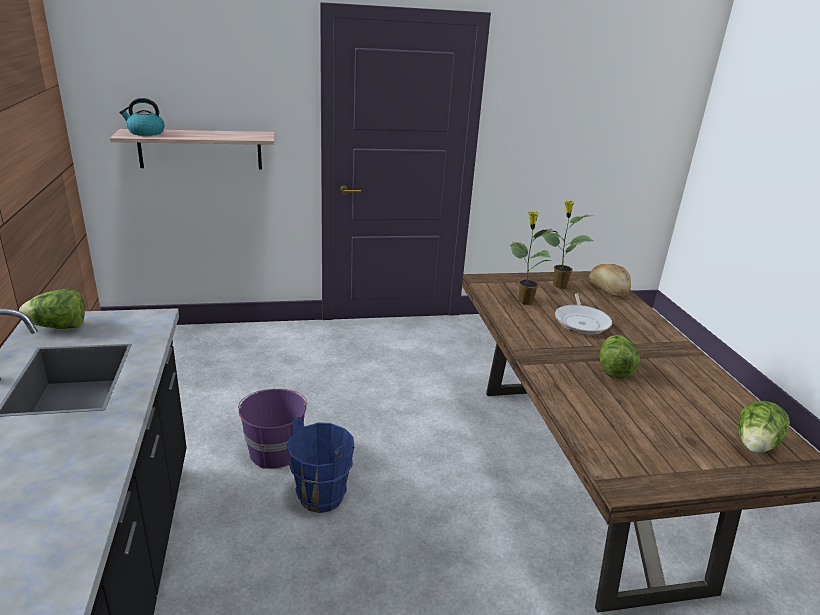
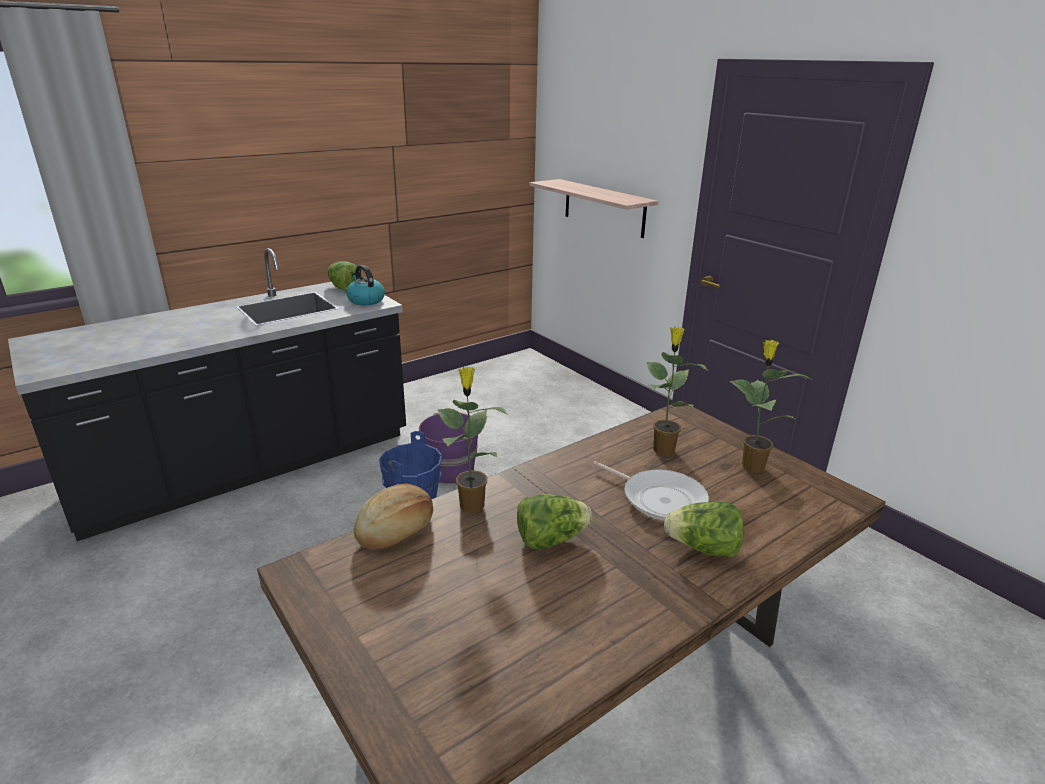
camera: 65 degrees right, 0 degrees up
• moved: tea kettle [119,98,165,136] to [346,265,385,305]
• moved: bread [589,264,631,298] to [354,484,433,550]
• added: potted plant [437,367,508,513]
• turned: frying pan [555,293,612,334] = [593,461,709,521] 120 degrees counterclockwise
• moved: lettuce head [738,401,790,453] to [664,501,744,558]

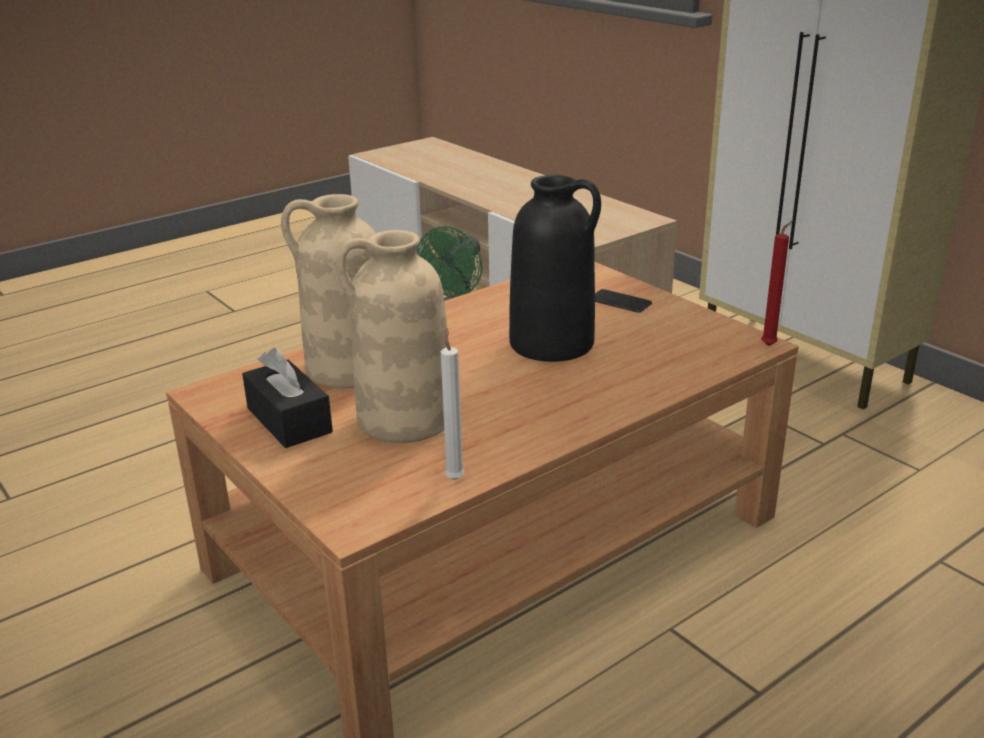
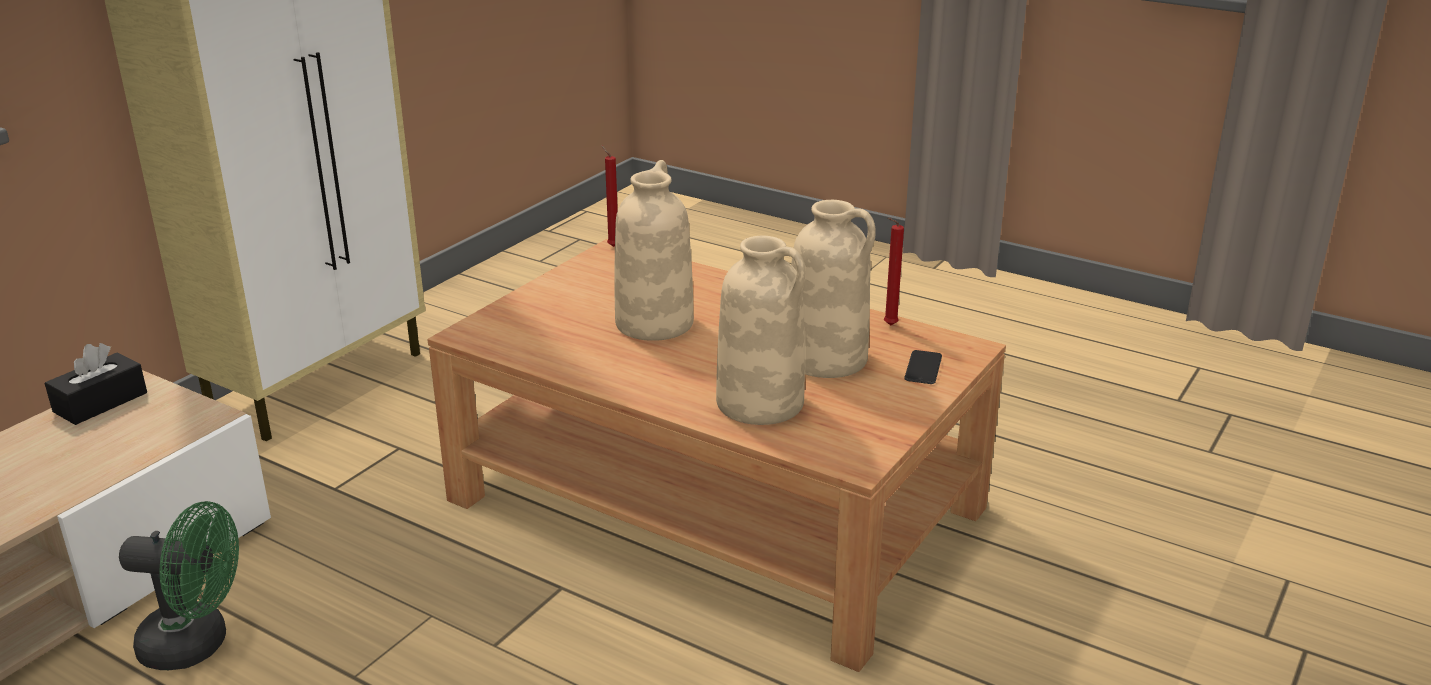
camera: 110 degrees left, 0 degrees up
• moved: black-coloured tissue holder [242,348,333,448] to [45,343,147,425]
• recoloured: black-coloured decorative vase [509,175,601,362] to beige-coloured decorative vase [614,160,694,341]
• recoloured: whitish candle [441,328,465,480] to red candle [884,218,904,325]
• moved: telephone [595,289,652,313] to [904,350,942,384]

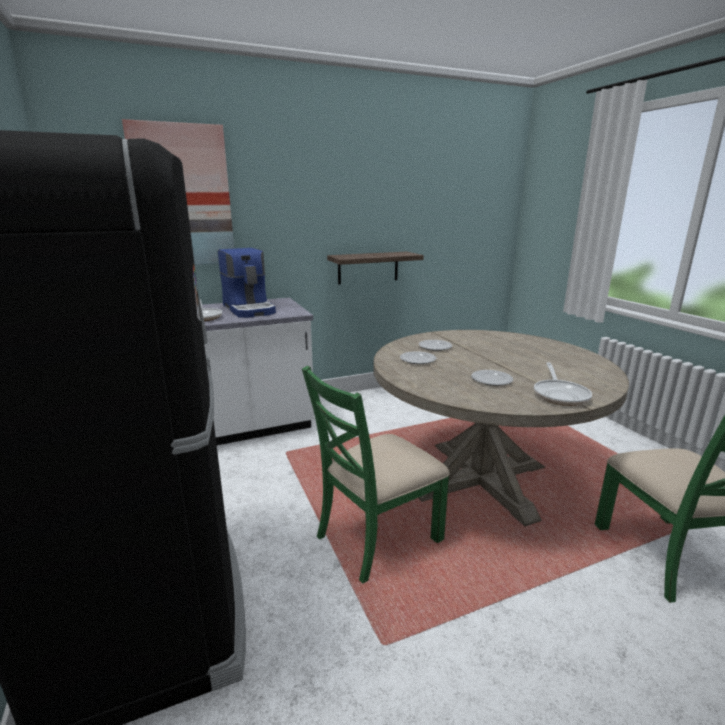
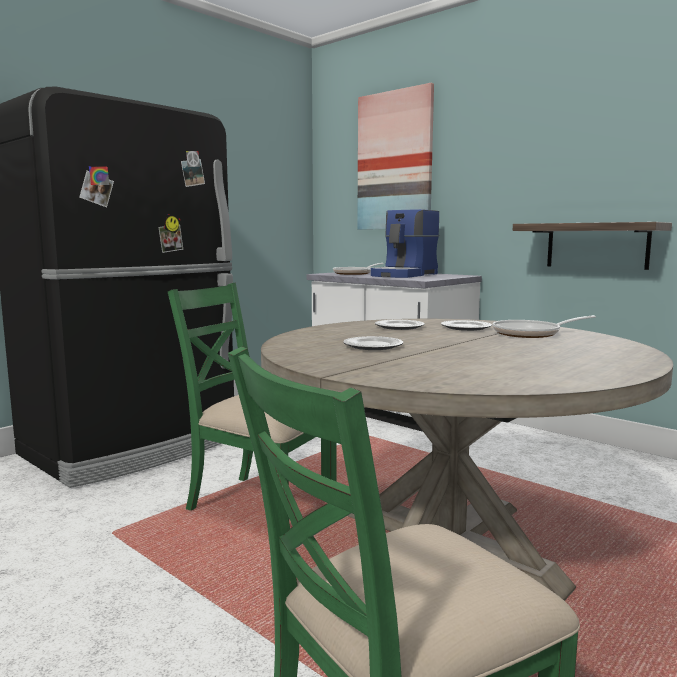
camera: 65 degrees right, 10 degrees down
• moved: frying pan [534,362,592,406] to [492,315,596,338]

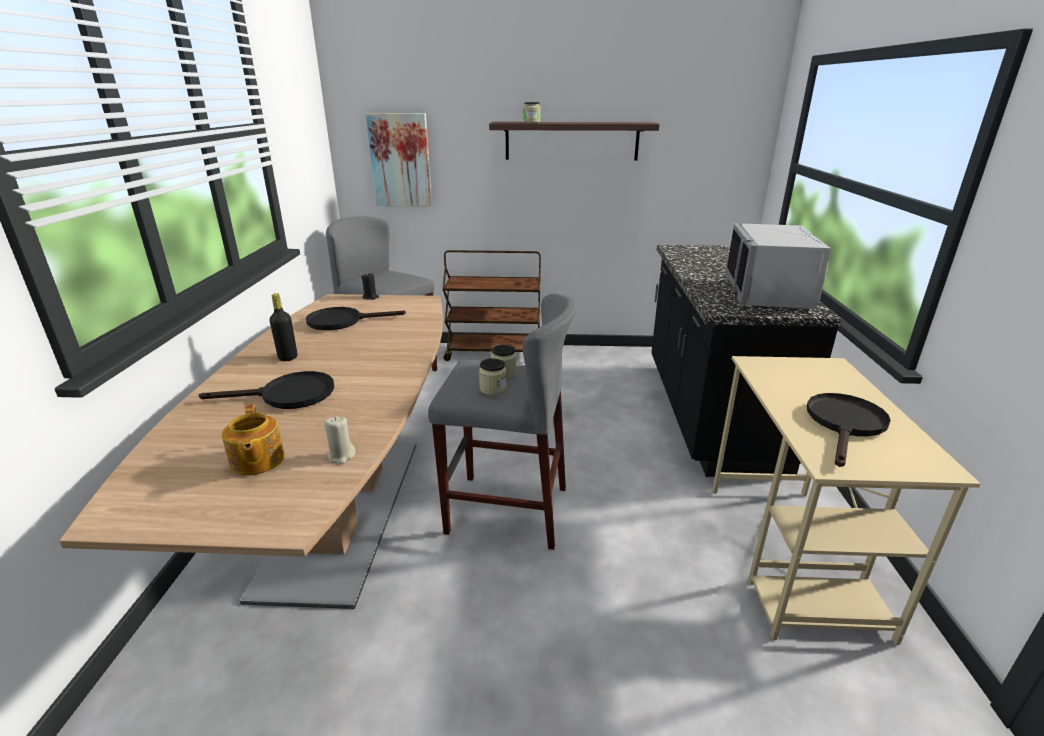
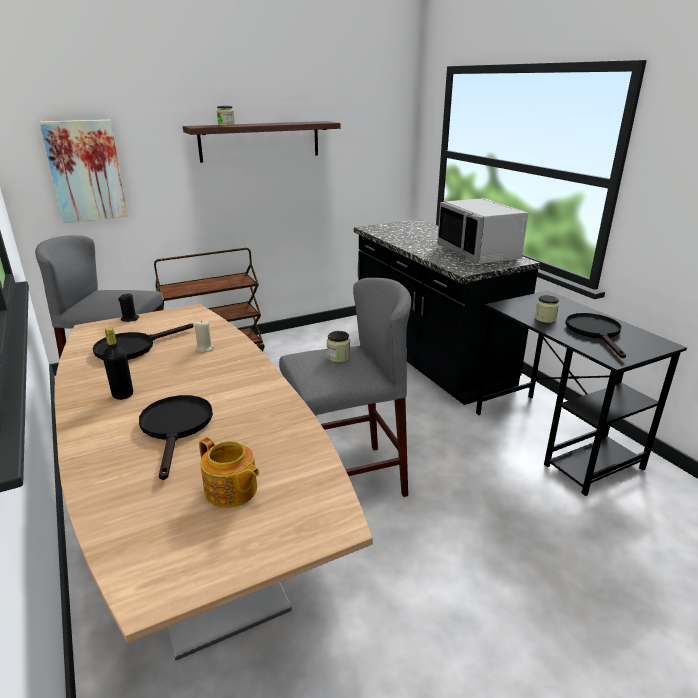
camera: 30 degrees left, 0 degrees up
• turned: black-coloured frying pan [199,371,334,409] = [139,395,213,480] 60 degrees counterclockwise
• moved: beige-coloured candle [324,417,356,464] to [194,320,214,352]
• recoloured: beige-coloured desk unit [712,356,981,645] to black-coloured desk unit [476,291,687,496]
• moved: storage jar [479,358,507,395] to [535,295,559,323]

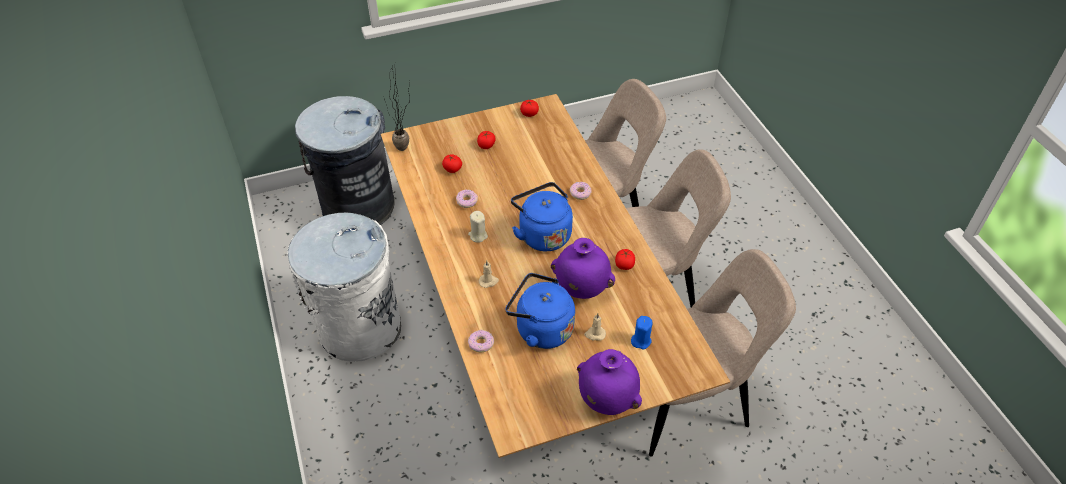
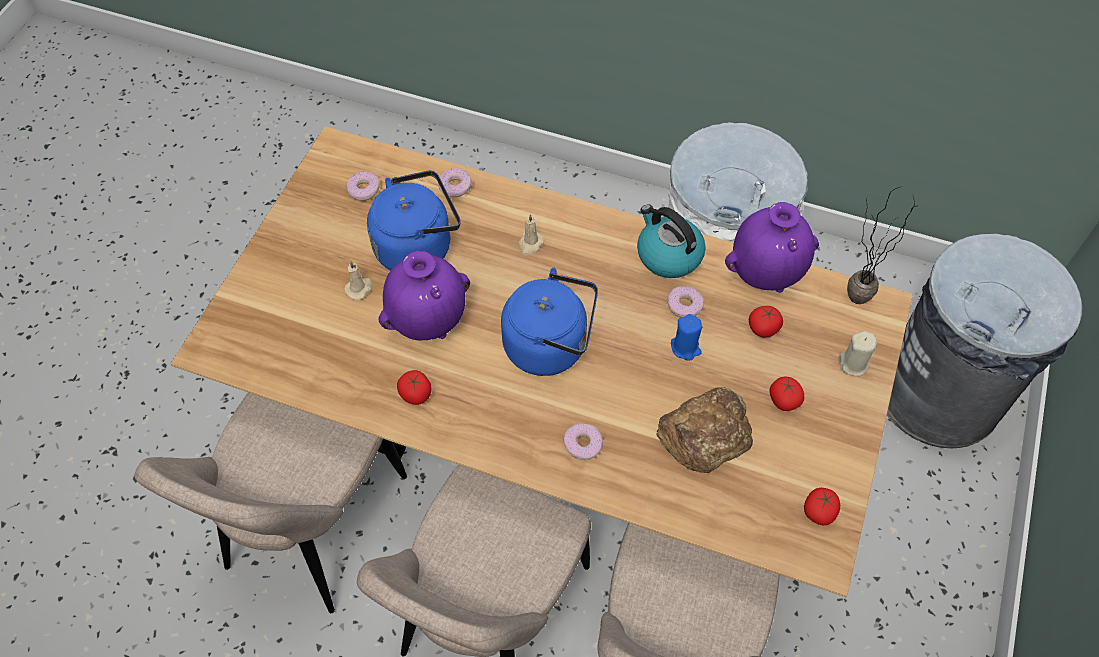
camera: 130 degrees right, 10 degrees up
• added: ring doughnut [346,172,380,201]
• added: tea kettle [637,204,706,278]
• added: bread [657,387,753,473]
• moved: blue candle [631,316,652,349] to [671,314,702,361]
• moved: purplish decorative vase [577,349,642,415] to [725,202,819,293]
• moved: beige-coloured candle [468,211,488,243] to [838,331,877,376]

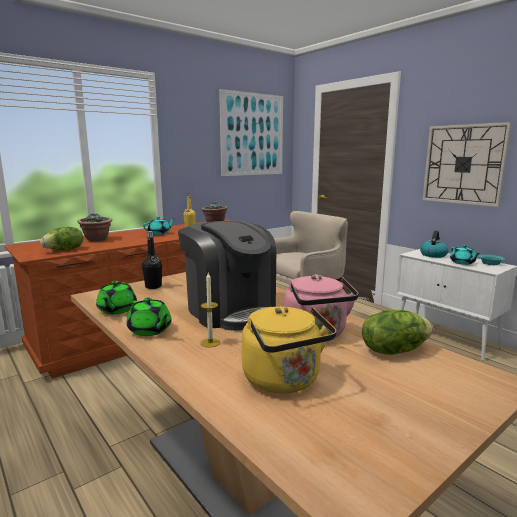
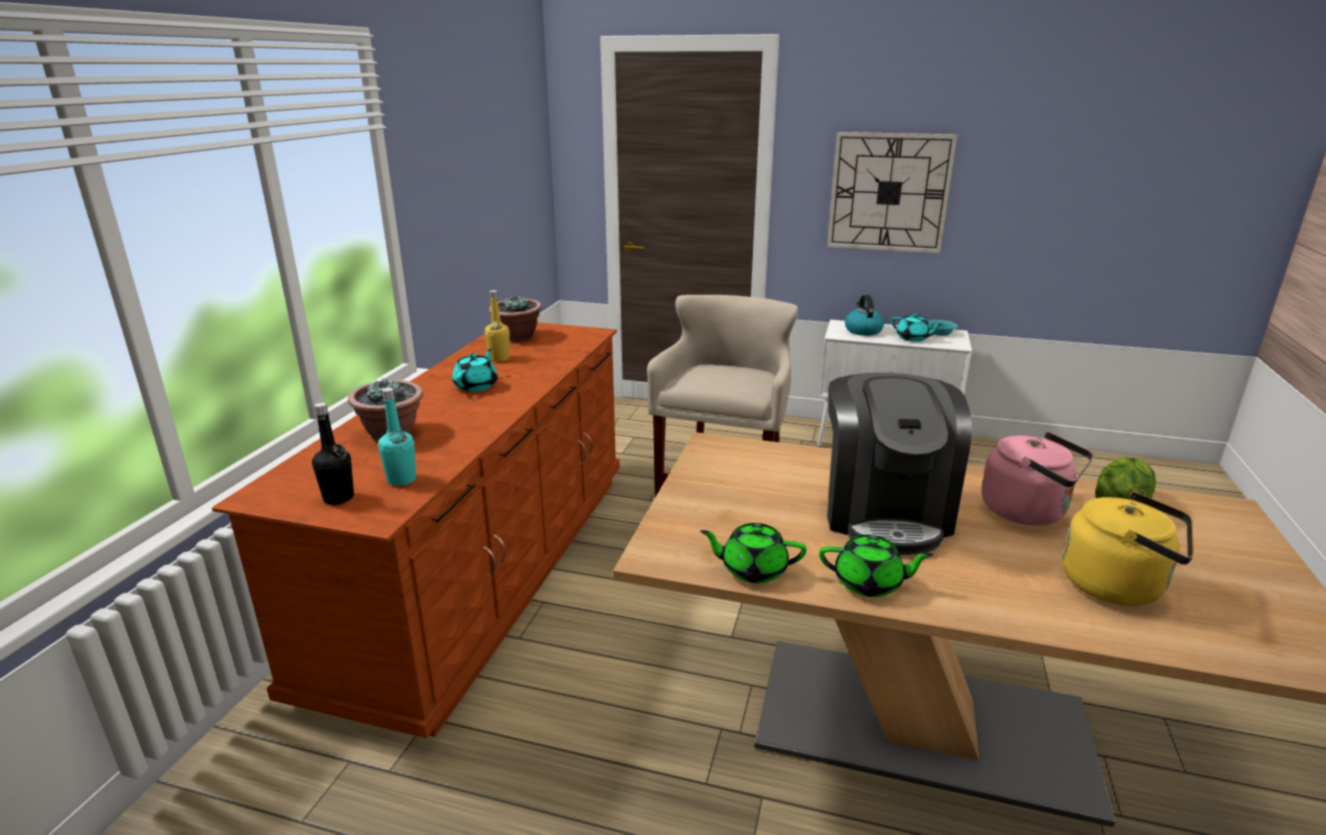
camera: 35 degrees left, 10 degrees up
• moved: black-coloured bottle [142,231,162,289] to [312,402,354,505]
• replaced: lettuce head [40,227,83,250] to turquoise bottle [378,388,416,486]
• turned: green pot for tea [96,281,137,314] = [700,523,807,583] 135 degrees clockwise
• turned: coffee machine [178,221,276,331] = [827,373,972,555] 75 degrees clockwise
• removed: candle [201,273,220,347]
• removed: picture [219,89,283,176]

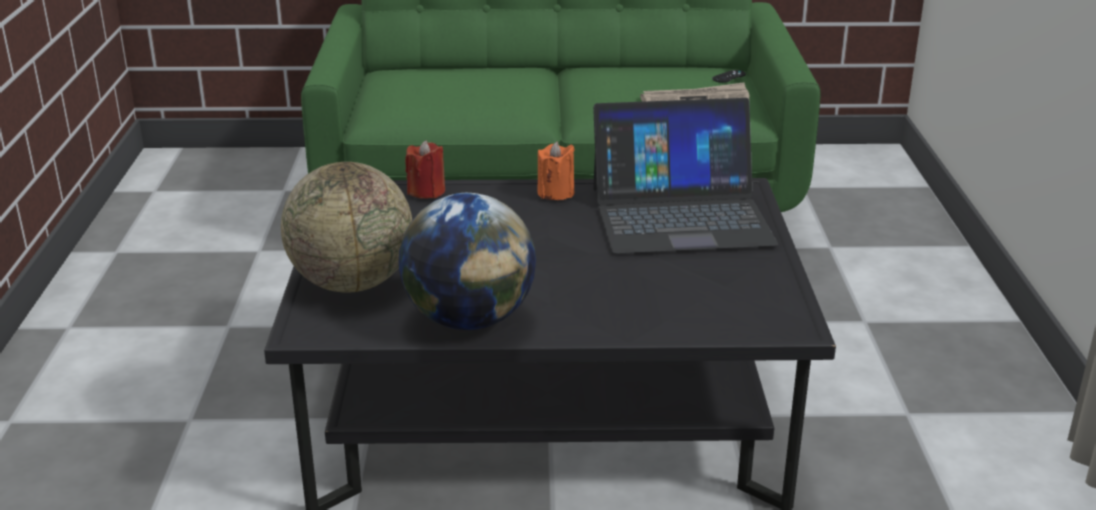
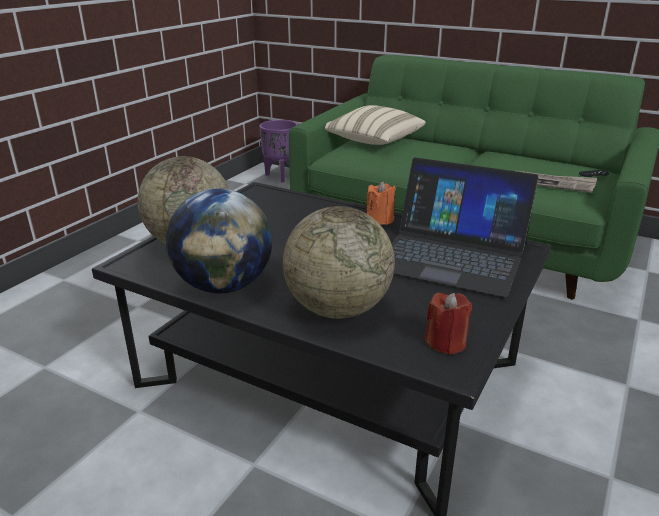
camera: 30 degrees right, 0 degrees up
• added: purplish plant pot [259,120,298,182]
• added: desk globe [283,206,395,319]
• added: beige-coloured cushion [325,105,426,145]
• moved: red candle [405,140,445,199] to [425,293,472,355]

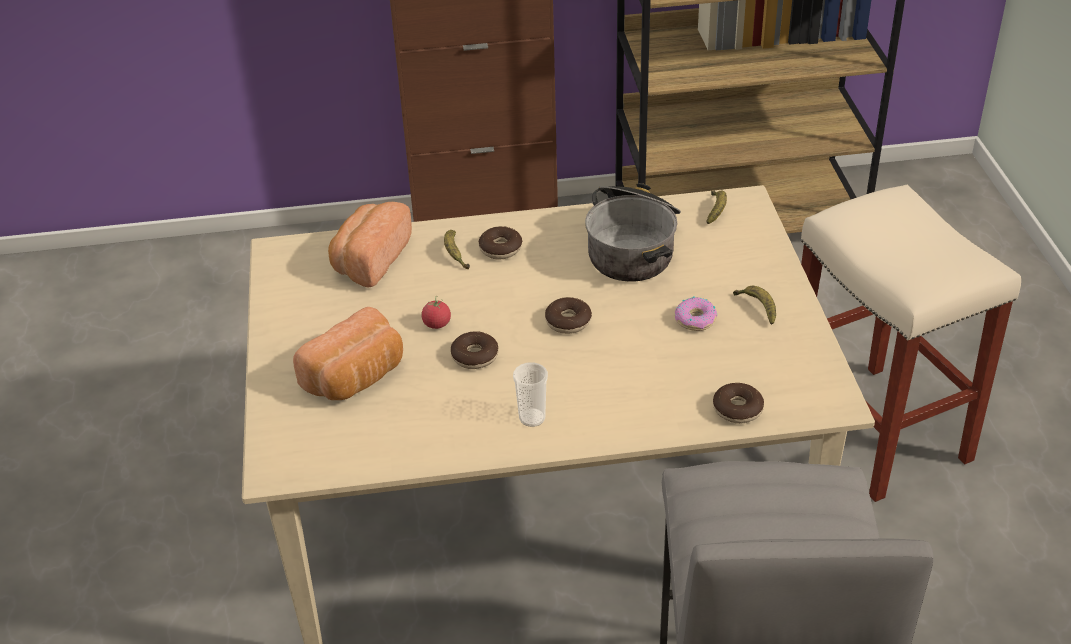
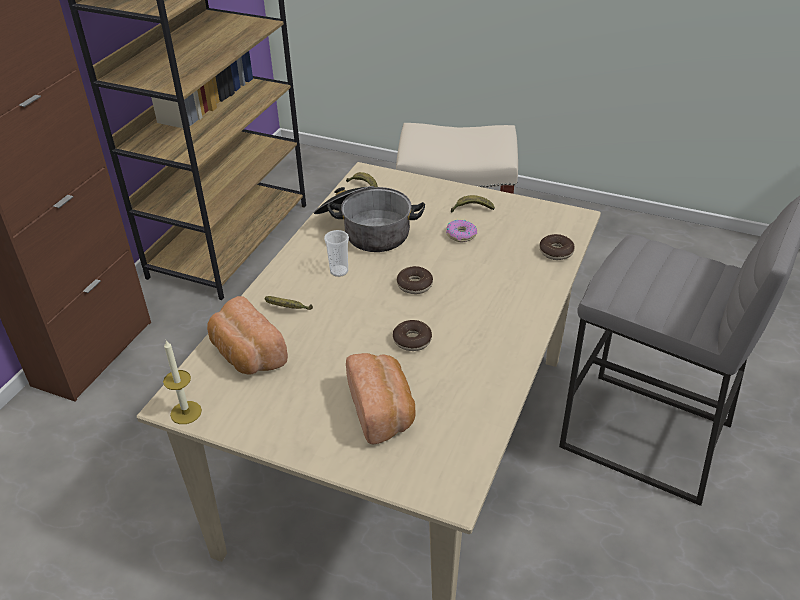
camera: 60 degrees left, 0 degrees up
• added: candle [163,340,202,424]
• moved: cup [513,362,548,427] to [324,230,349,277]
• removed: tomato [422,296,451,329]
• removed: ring doughnut [479,226,522,259]

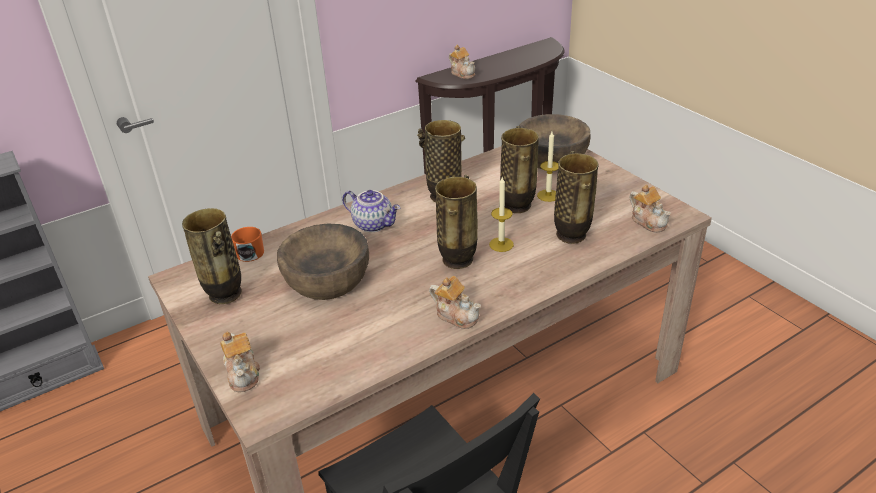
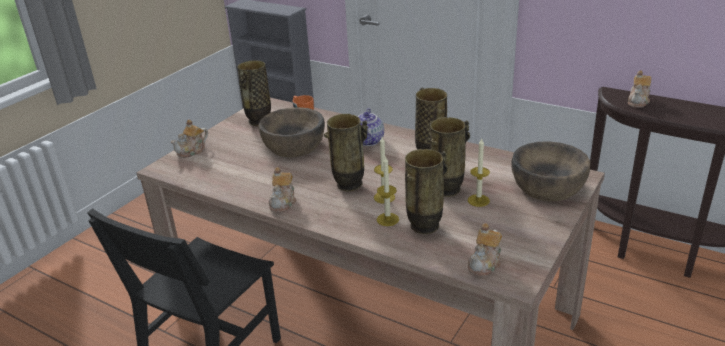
camera: 65 degrees right, 5 degrees down
• added: candle [377,156,399,226]

